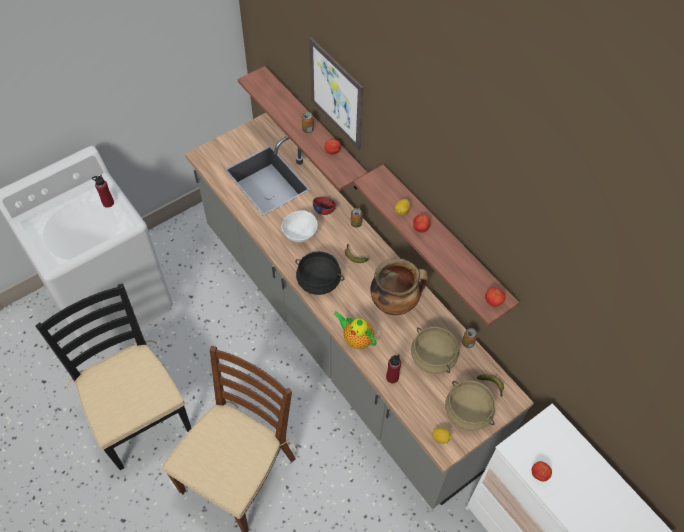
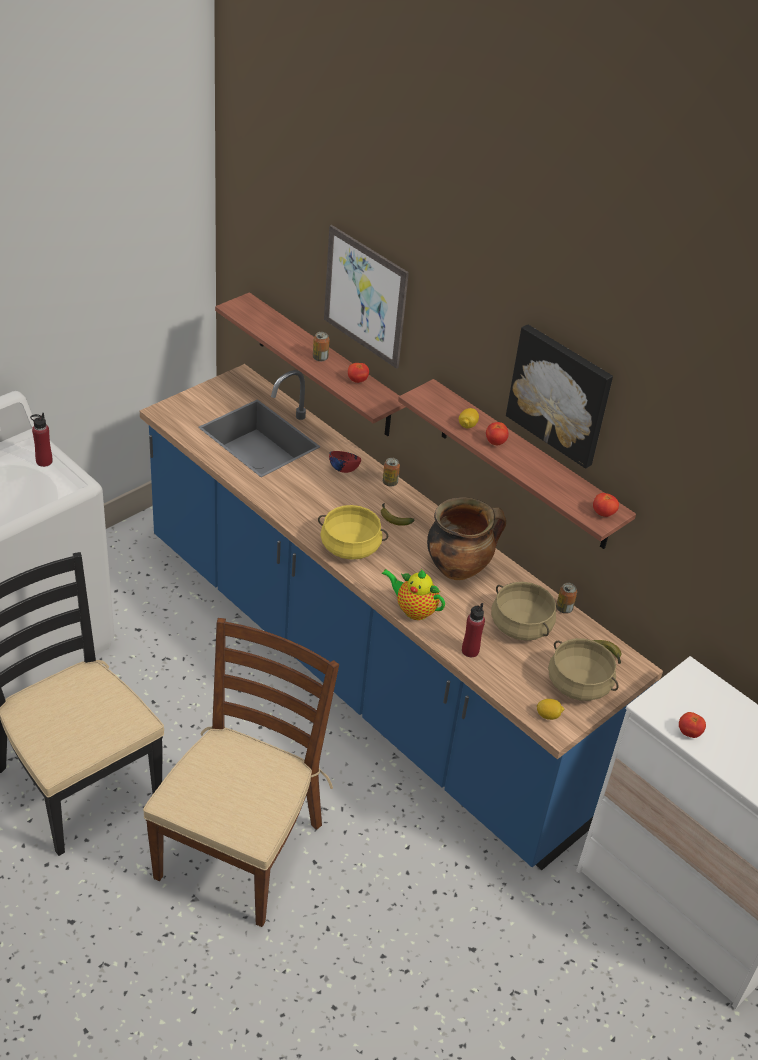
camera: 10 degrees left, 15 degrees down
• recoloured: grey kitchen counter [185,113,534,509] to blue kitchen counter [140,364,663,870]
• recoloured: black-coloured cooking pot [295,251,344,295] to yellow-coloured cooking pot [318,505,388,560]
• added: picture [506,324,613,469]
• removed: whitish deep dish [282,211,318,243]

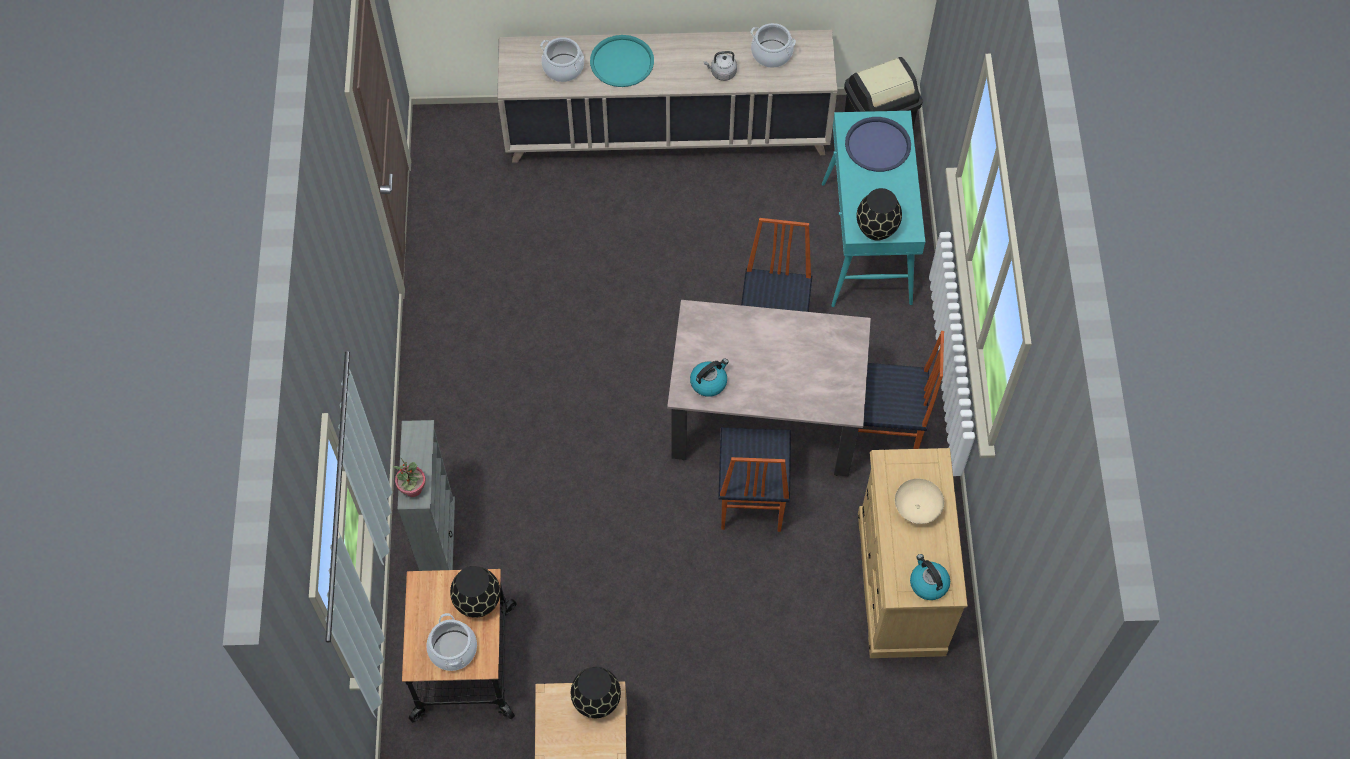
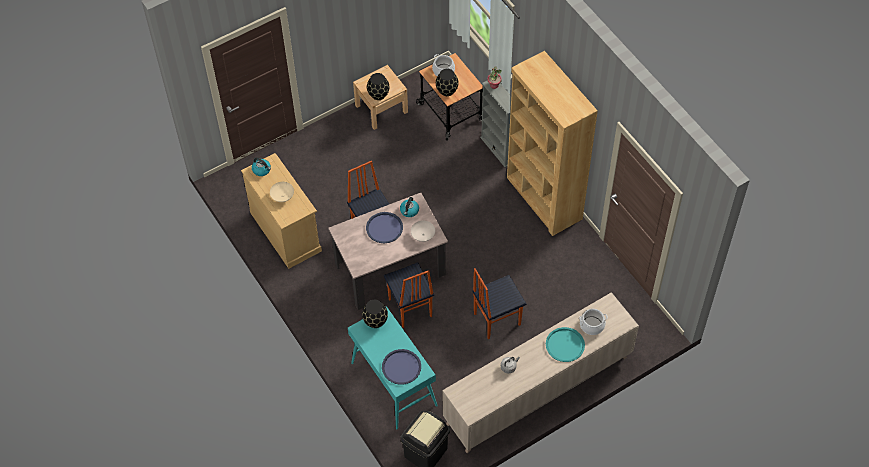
camera: 150 degrees right, 5 degrees down
• added: blue serving tray [366,212,403,243]
• added: whitish deep dish [411,221,435,242]
• moved: upright chair [858,331,944,449] to [472,268,526,339]
• added: brownish shelving unit [507,51,598,236]
• removed: cooking pot [751,23,796,68]

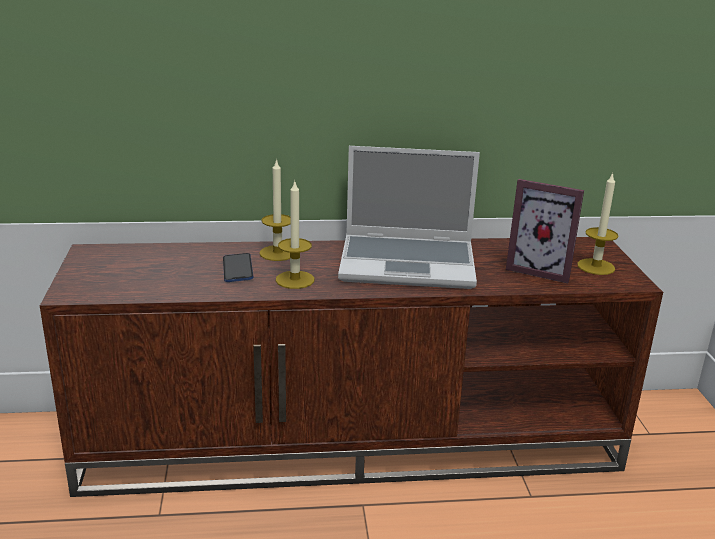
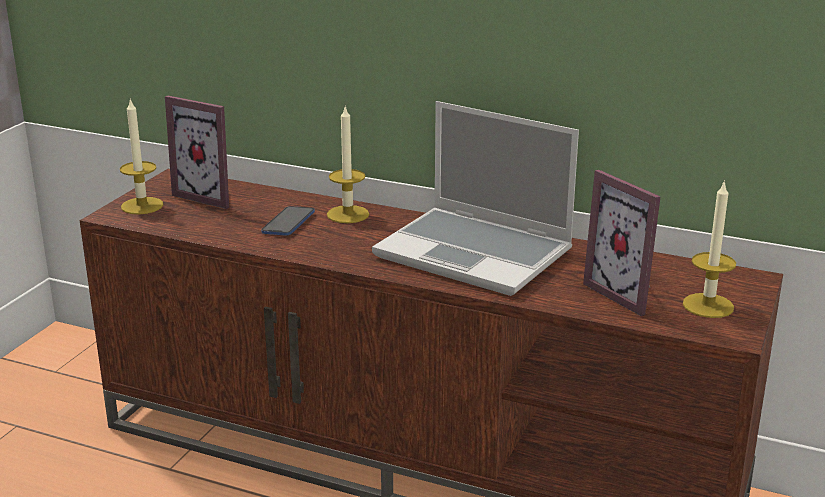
camera: 30 degrees right, 0 degrees up
• moved: candle [276,180,315,289] to [120,99,163,214]
• added: picture frame [165,96,229,209]

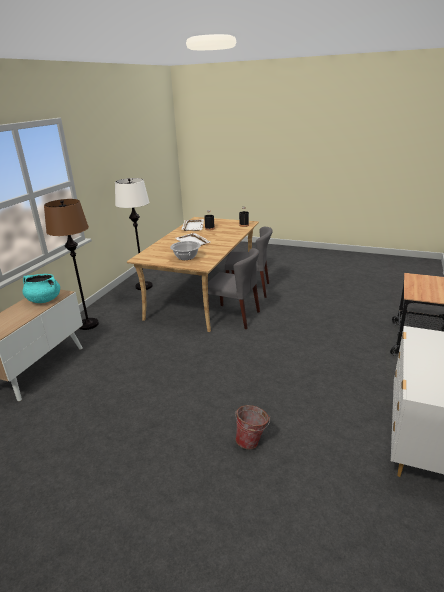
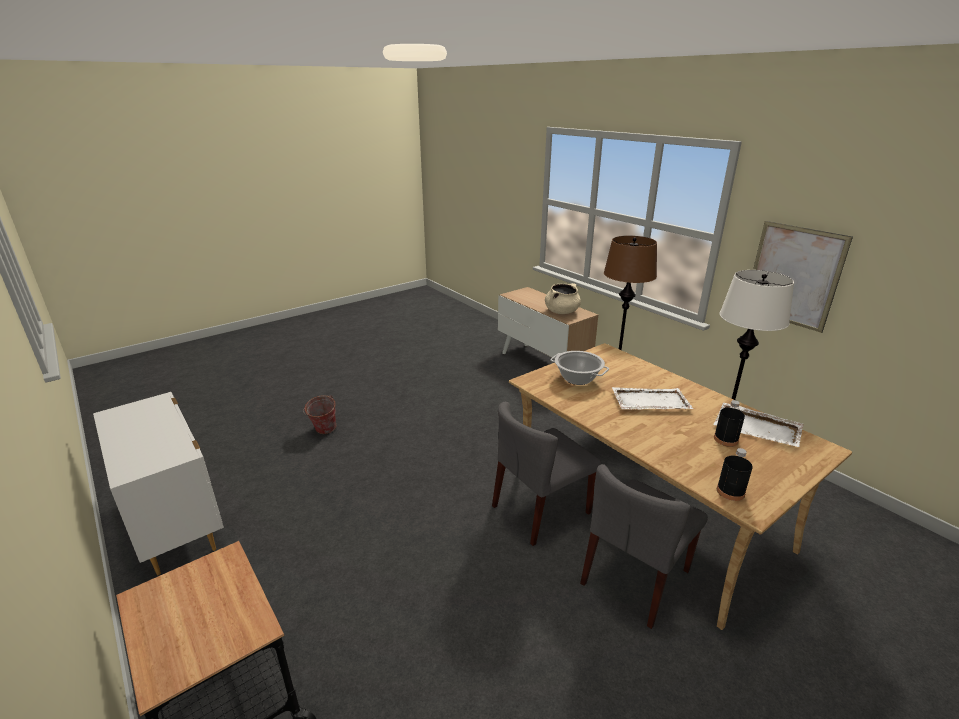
camera: 120 degrees right, 0 degrees up
• recoloured: turquoise cooking pot [23,274,60,303] to beige-coloured cooking pot [545,283,581,314]
• added: picture [753,221,853,333]

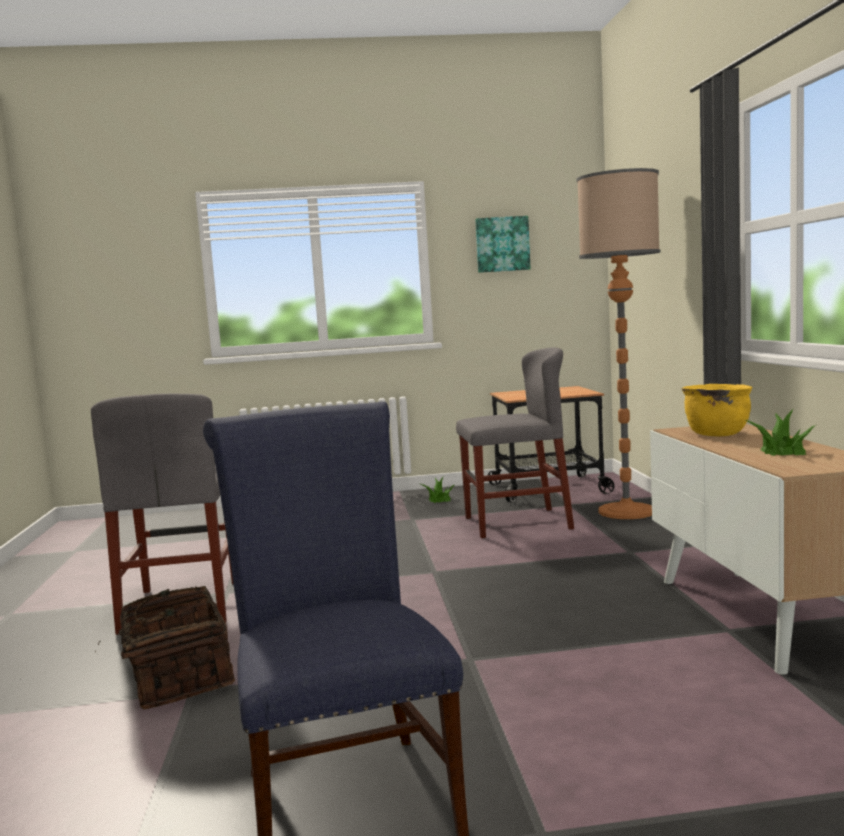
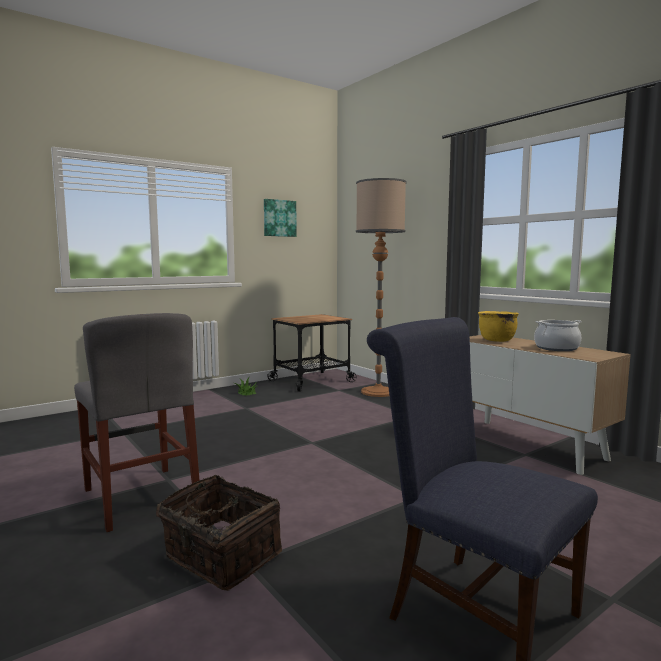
camera: 30 degrees left, 0 degrees up
• replaced: potted plant [745,408,816,456] to cooking pot [534,320,582,351]
• removed: grey upright chair [456,347,574,538]

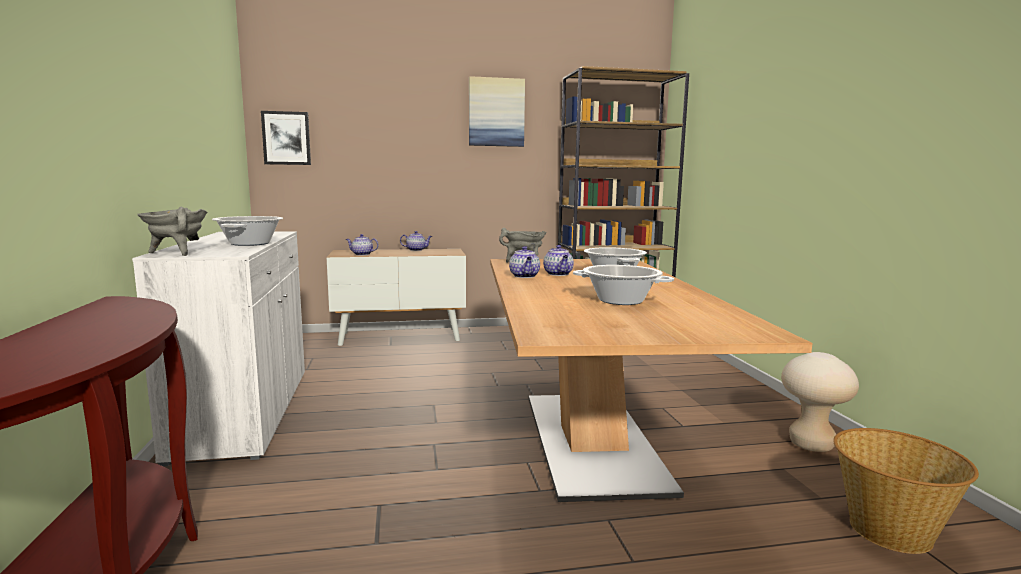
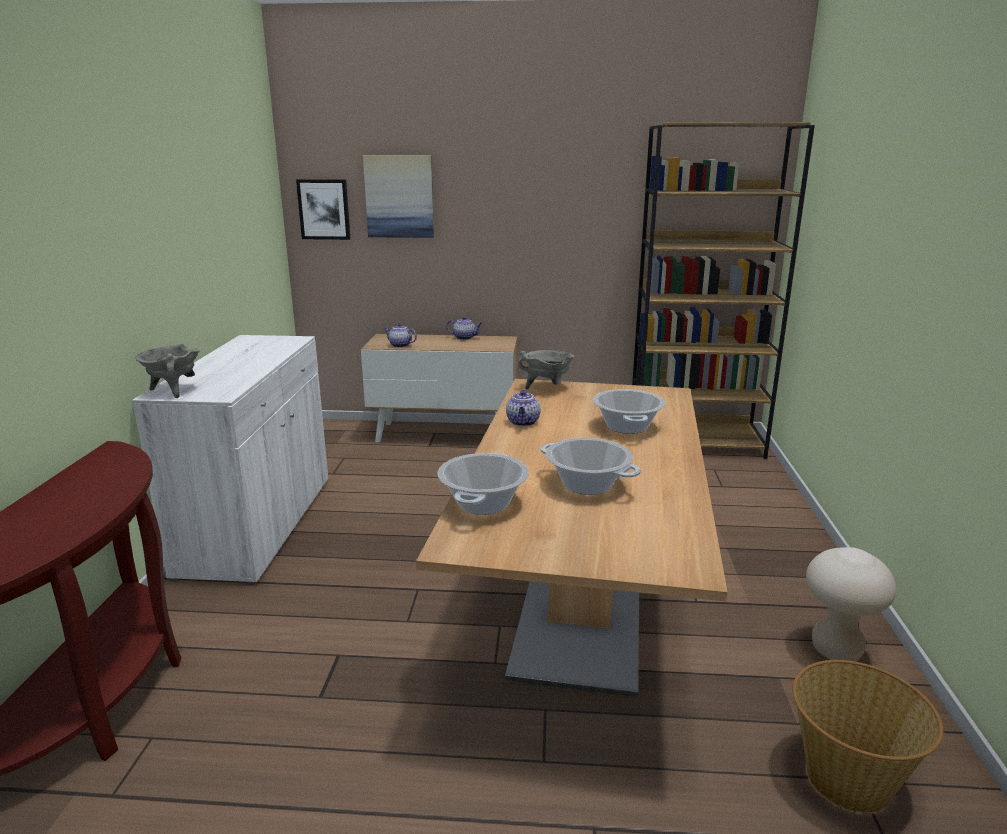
camera: 15 degrees right, 10 degrees up
• moved: picture [469,76,525,147] to [363,155,434,238]
• moved: cooking pot [212,216,283,246] to [437,453,529,515]
• removed: pot for tea [543,245,574,276]

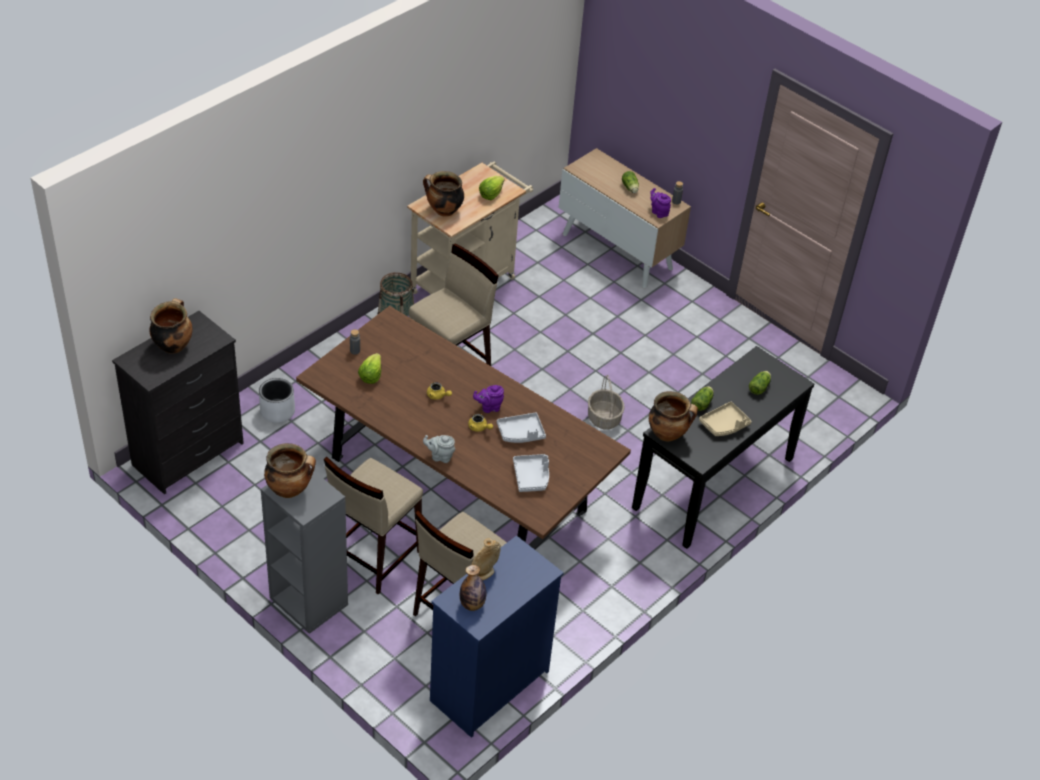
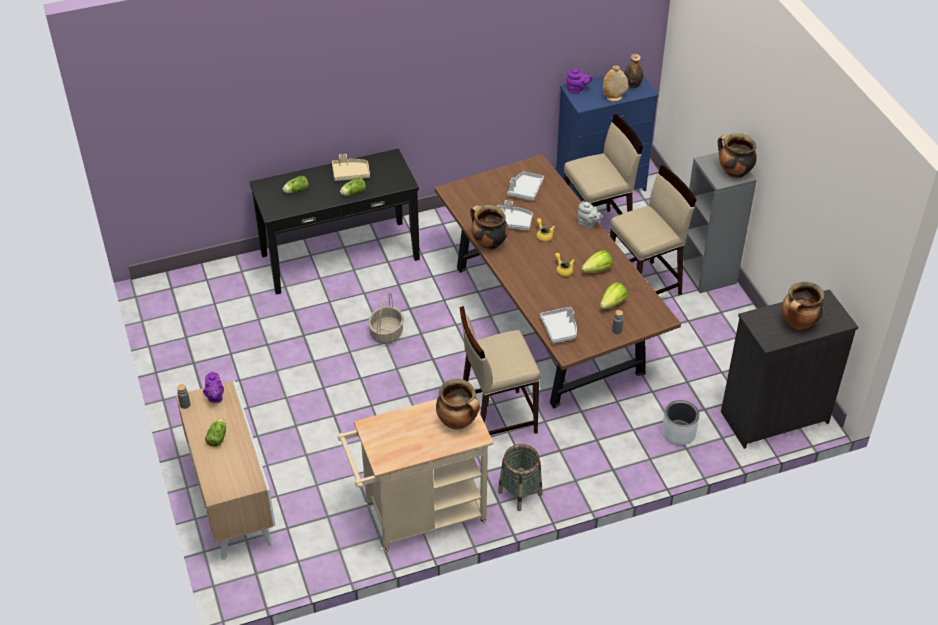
camera: 150 degrees left, 0 degrees up
• moved: cooking pot [649,391,698,442] to [470,205,508,250]
• added: grey serving tray [540,307,577,344]
• moved: purplish pot for tea [473,385,504,413] to [566,69,593,93]
• moved: lettuce head [479,176,505,200] to [581,250,612,273]

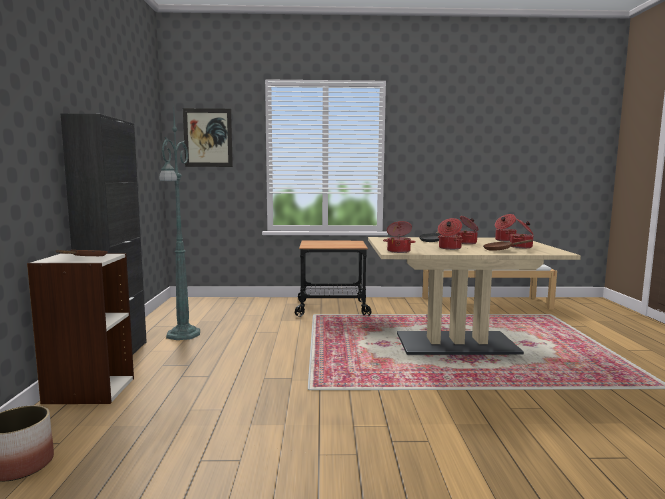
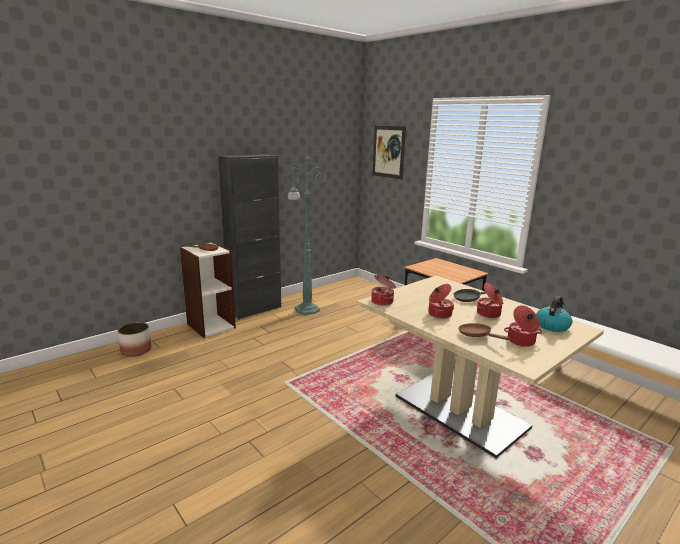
camera: 50 degrees right, 10 degrees up
• replaced: cooking pot [495,214,516,242] to tea kettle [536,296,572,332]

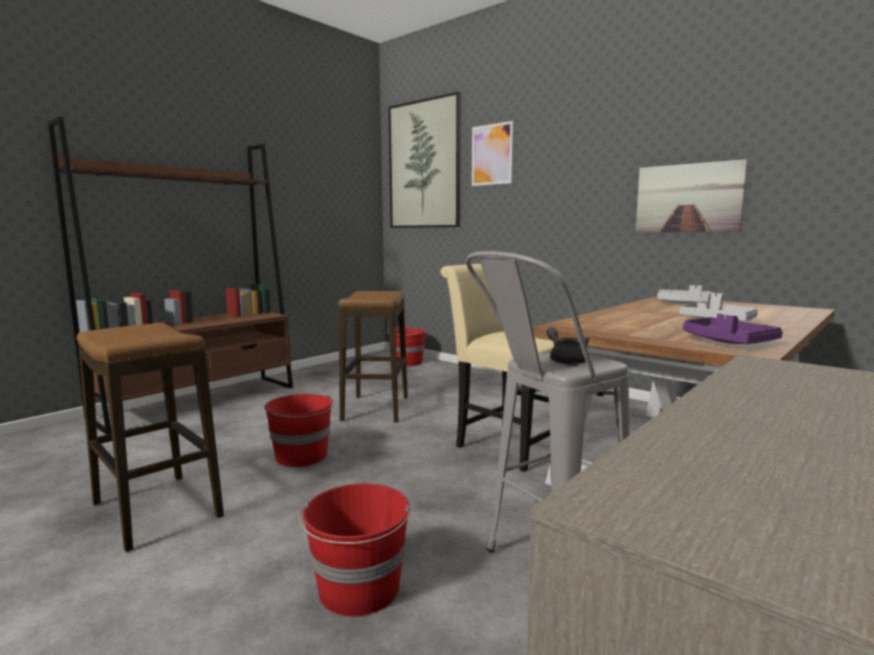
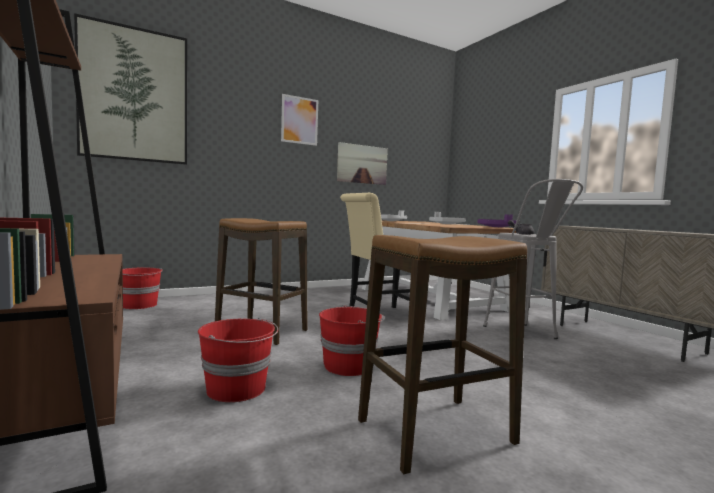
camera: 70 degrees left, 5 degrees down
• moved: red water bucket [299,483,411,617] to [198,318,278,402]
• moved: picture [472,121,514,186] to [281,94,318,146]

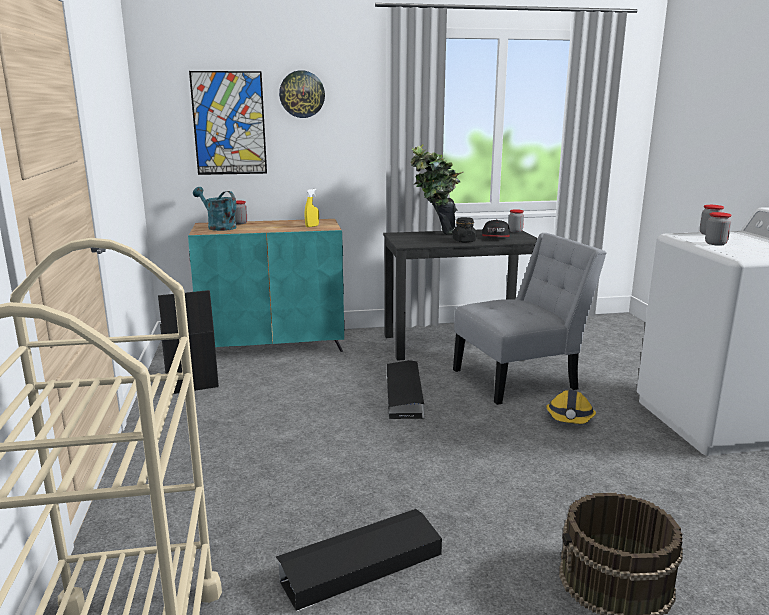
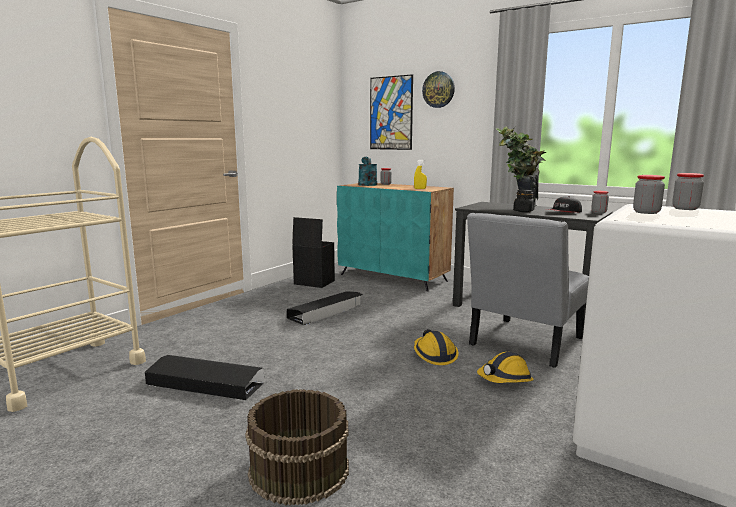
camera: 45 degrees right, 5 degrees down
• moved: black-coloured storage container [387,360,424,419] to [287,291,363,325]
• added: hard hat [414,329,459,365]
• turned: grey upright chair [453,233,606,405] = [467,213,589,368] 105 degrees clockwise

